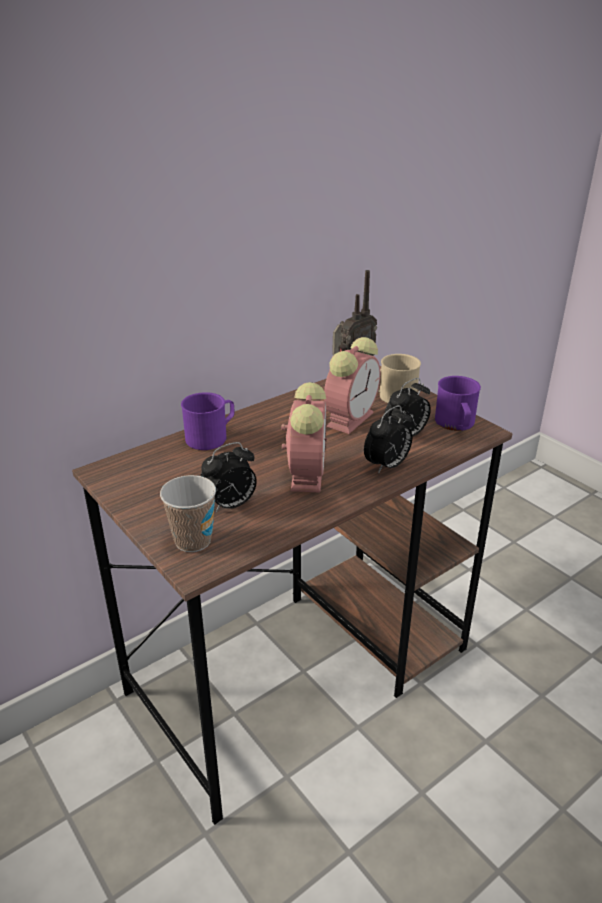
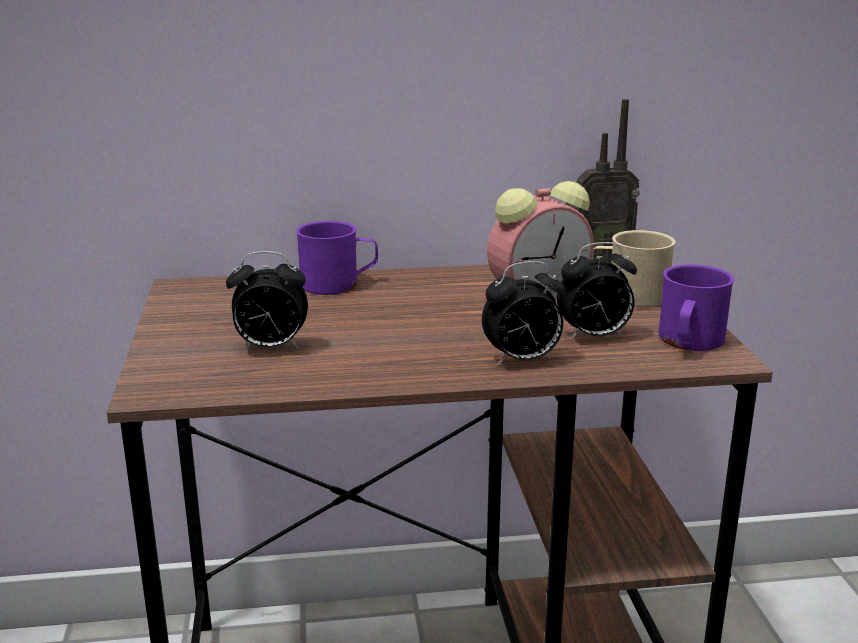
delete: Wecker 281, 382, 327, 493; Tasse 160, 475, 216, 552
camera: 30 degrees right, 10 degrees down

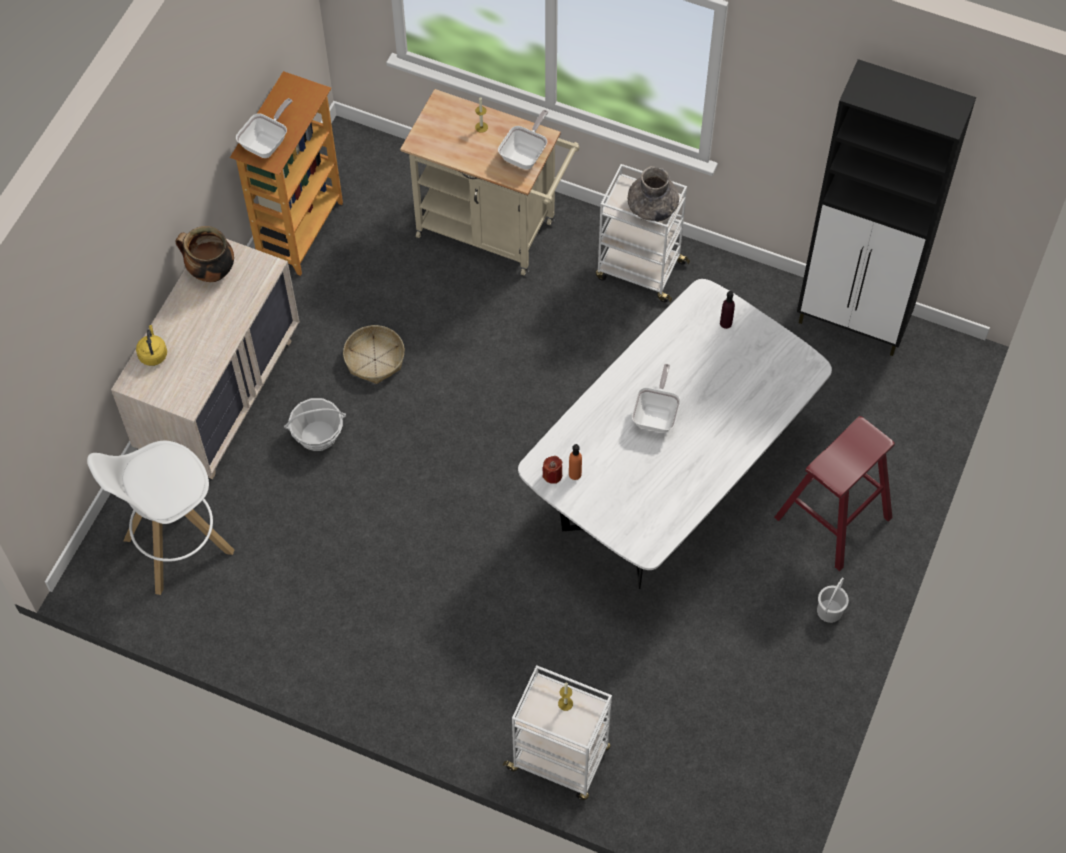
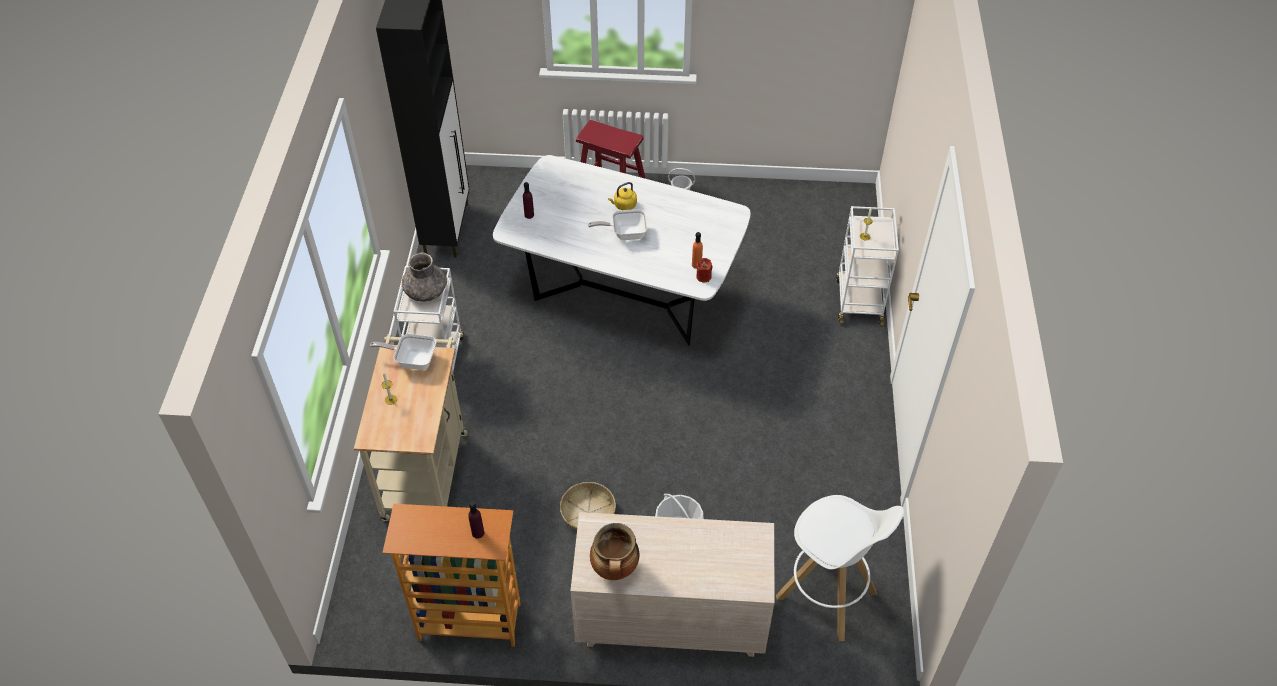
move: Wasserkessel [gelb] 136, 325, 167, 366 to 608, 182, 637, 210
replace: Pfanne 236, 98, 293, 158 to Flasche [lila] 468, 501, 484, 539
camera: 110 degrees left, 10 degrees down

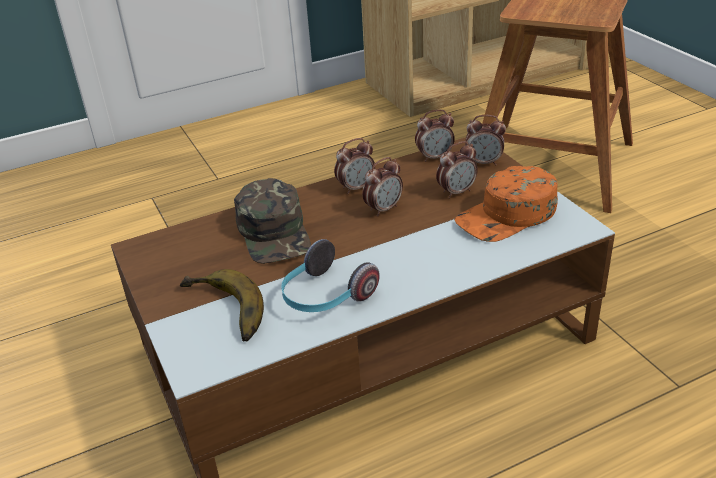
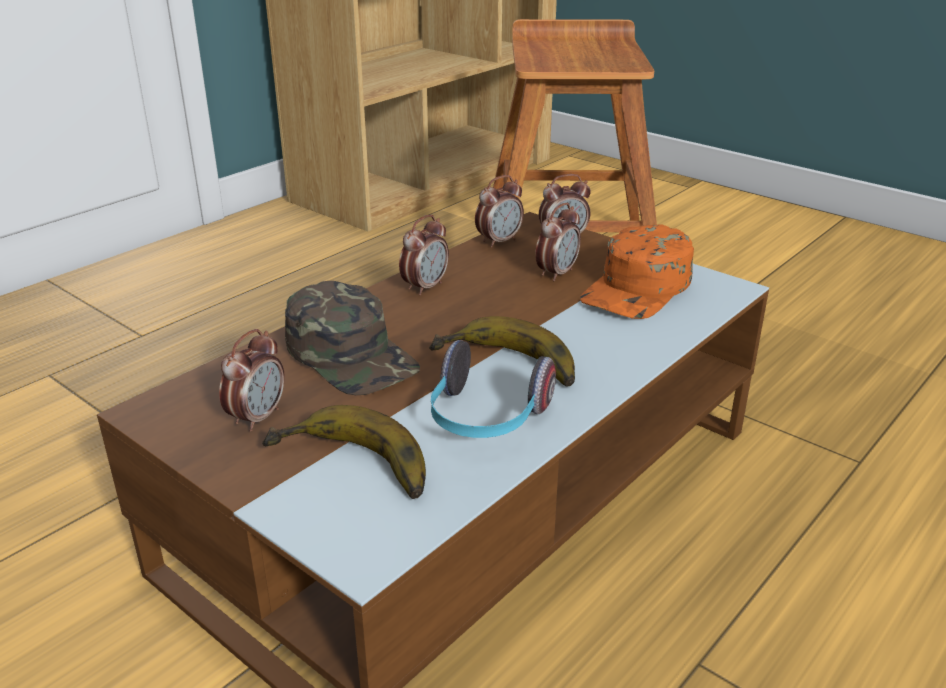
insert: Banane 429, 316, 575, 387
move: Wecker 362, 157, 403, 217 to 219, 329, 285, 432
camera: 25 degrees left, 5 degrees down

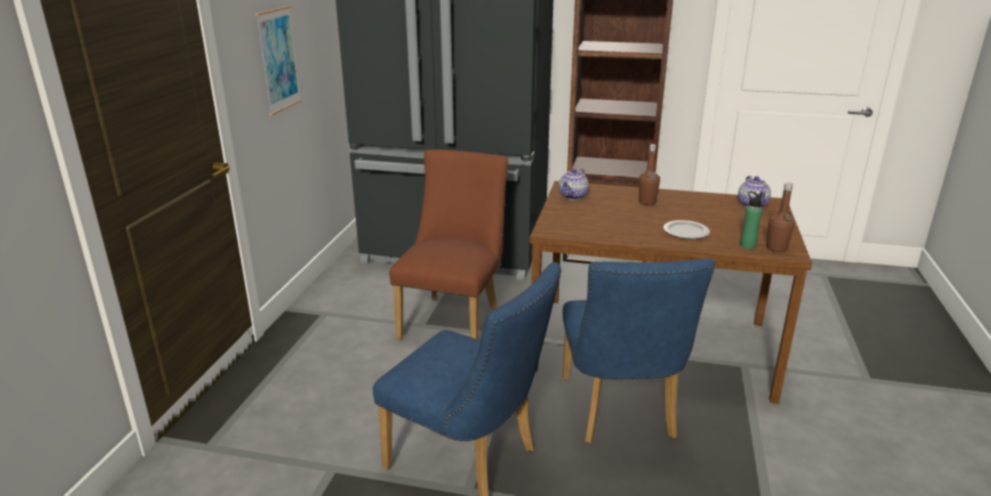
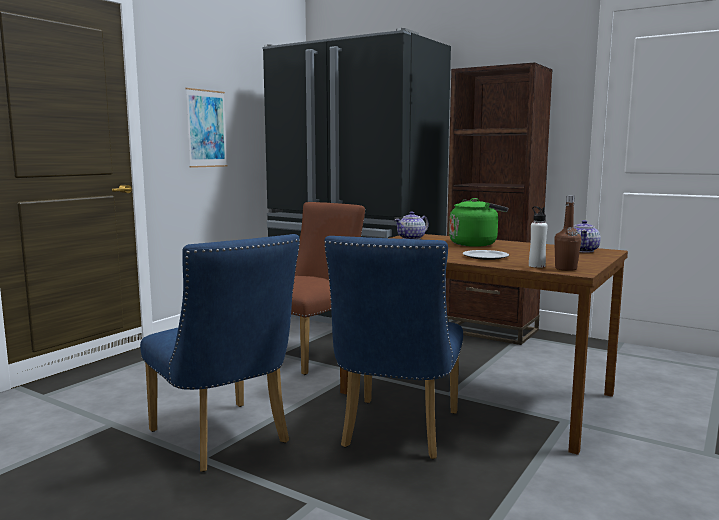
replace: Flasche [braun] 639, 144, 660, 205 to Wasserkessel [grün] 449, 198, 508, 247
recolor: Flasche [grün] 740, 191, 762, 249 to Flasche [weiß] 529, 206, 548, 268
camera: 20 degrees right, 15 degrees down

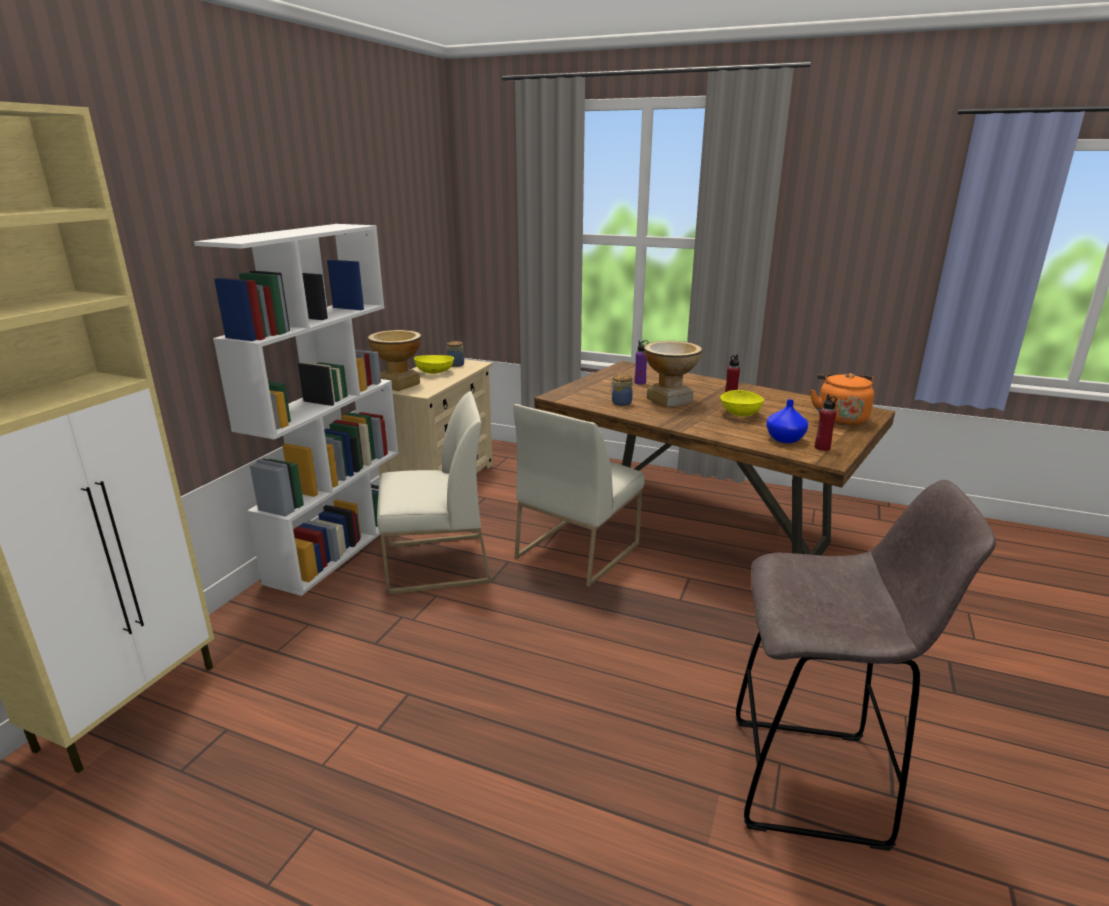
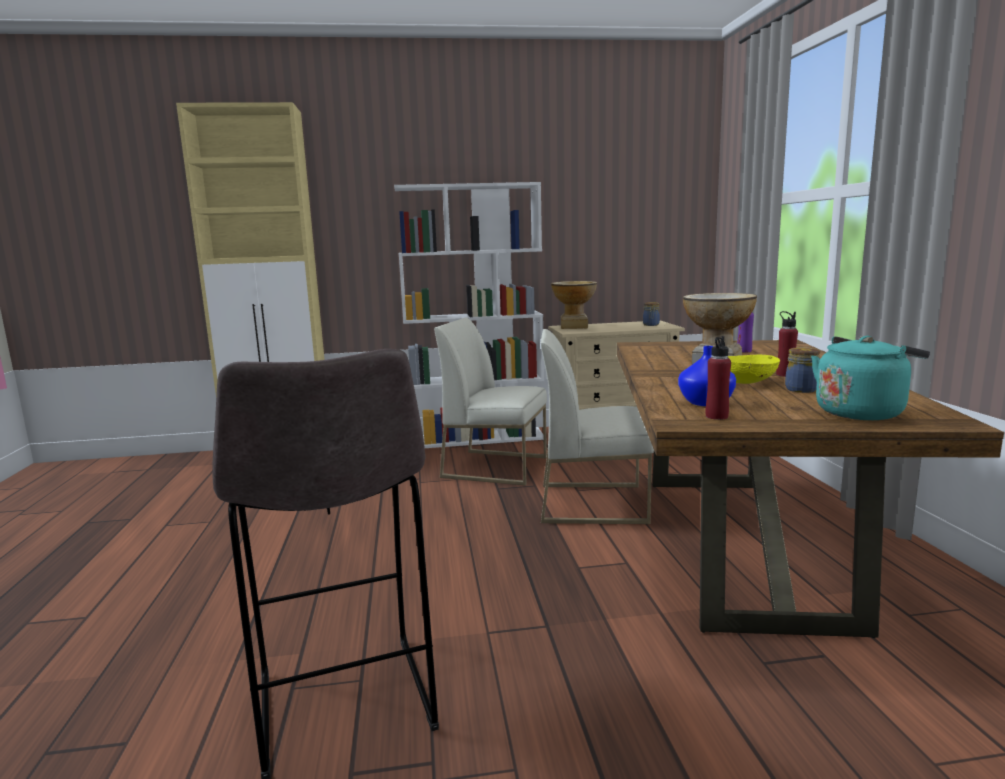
delete: Schüssel [gelb] 414, 355, 454, 374
move: Vorratsglas 610, 375, 633, 406 to 785, 347, 820, 393
recolor: Wasserkessel [orange] 810, 373, 874, 425 to Wasserkessel [türkis] 811, 336, 930, 420
rotate: Stuhl [weiß] 377, 391, 491, 595 = 434, 317, 547, 486 150 degrees clockwise
camera: 60 degrees right, 10 degrees down

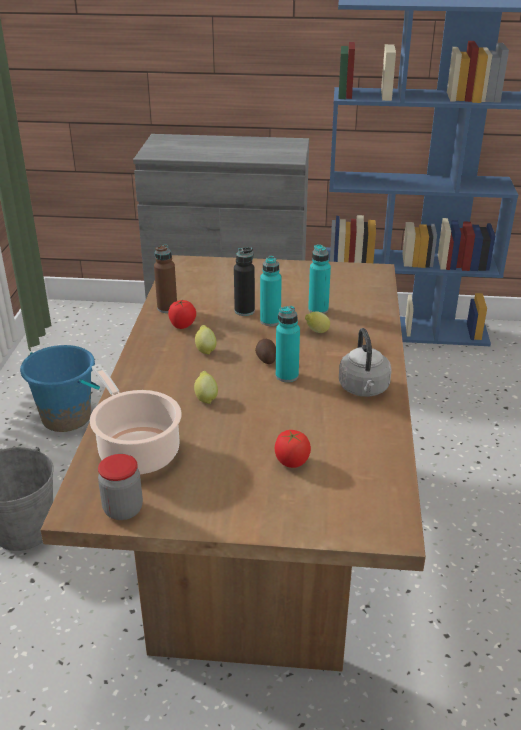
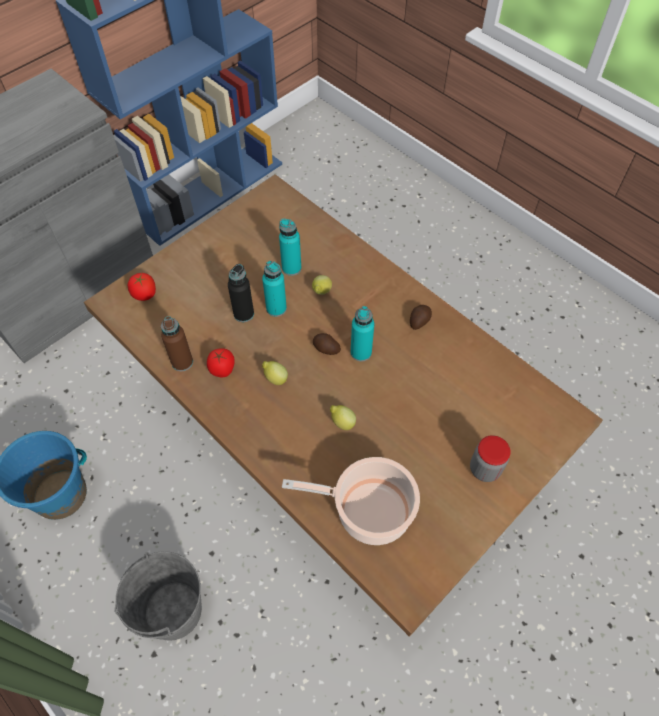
move: Tomate 275, 430, 311, 468 to 127, 273, 156, 301; Vorratsglas 98, 454, 143, 520 to 470, 435, 511, 482
replace: Wasserkessel [grau] 339, 328, 392, 397 to Kartoffel 410, 305, 432, 330
camera: 50 degrees left, 25 degrees up

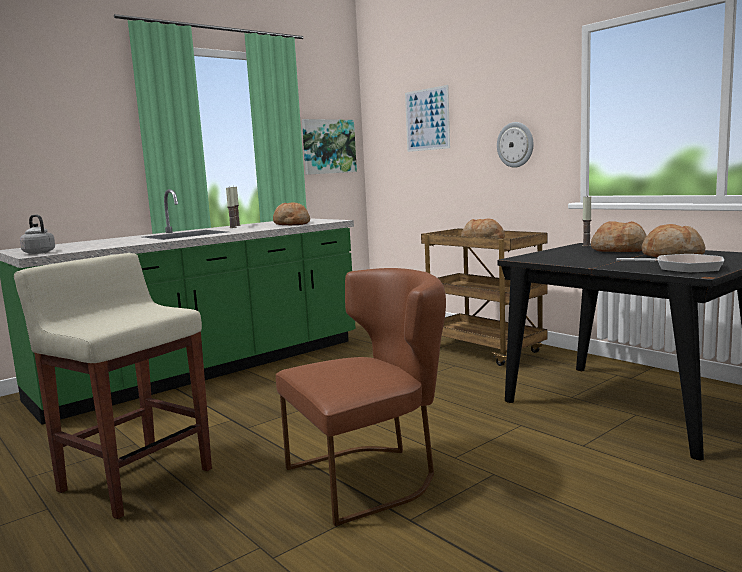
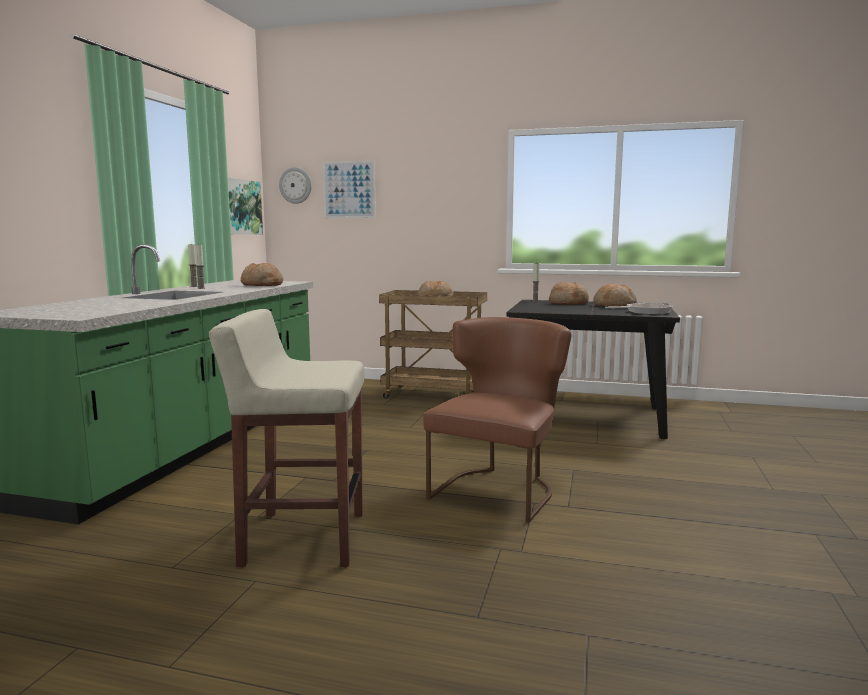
delete: Wasserkessel [grau] 20, 215, 55, 254
move: Wanduhr 497, 122, 534, 168 to 279, 167, 311, 204
camera: 35 degrees left, 0 degrees up

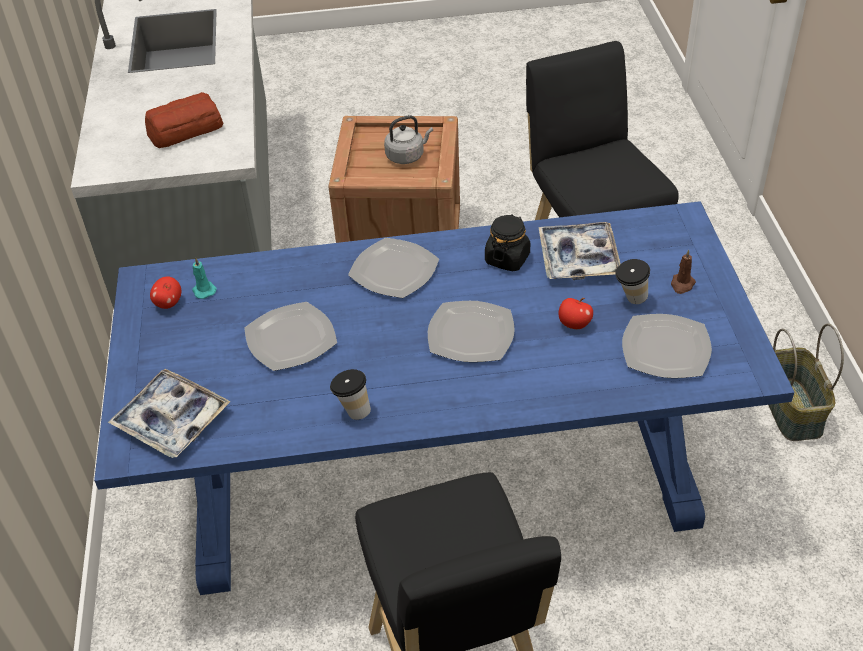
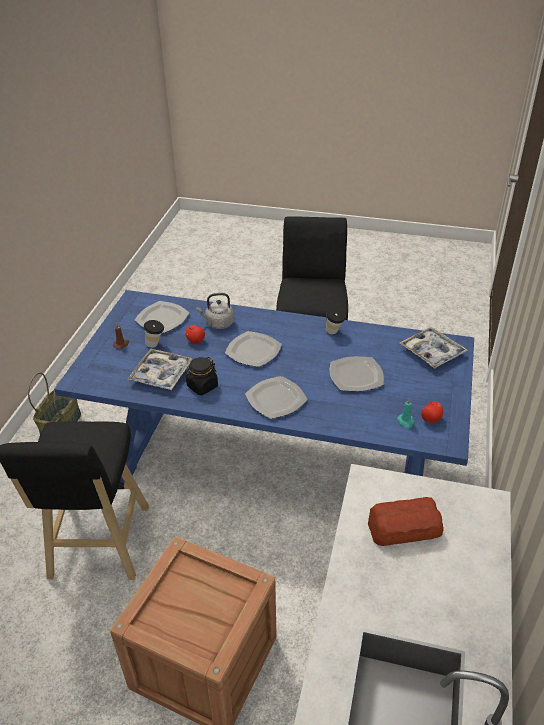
move: Wasserkessel [grau] 384, 115, 433, 164 to 196, 293, 234, 329
camera: 160 degrees left, 5 degrees down

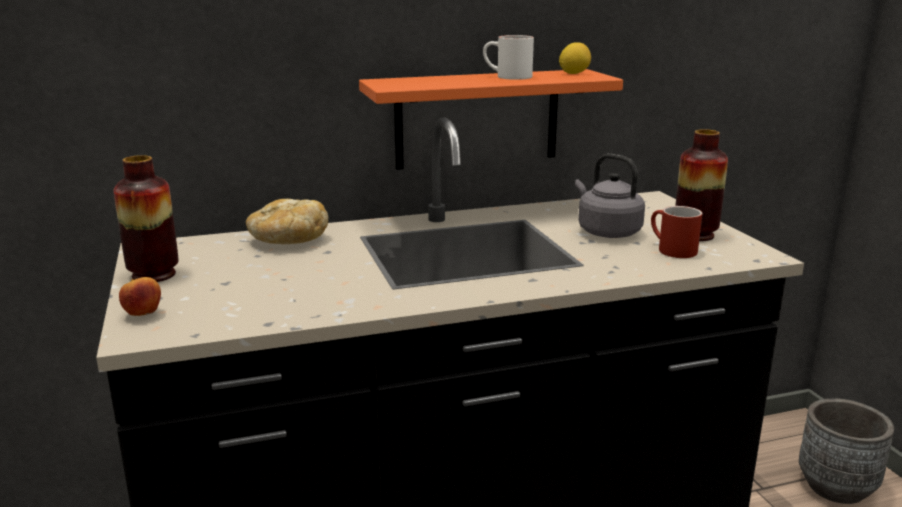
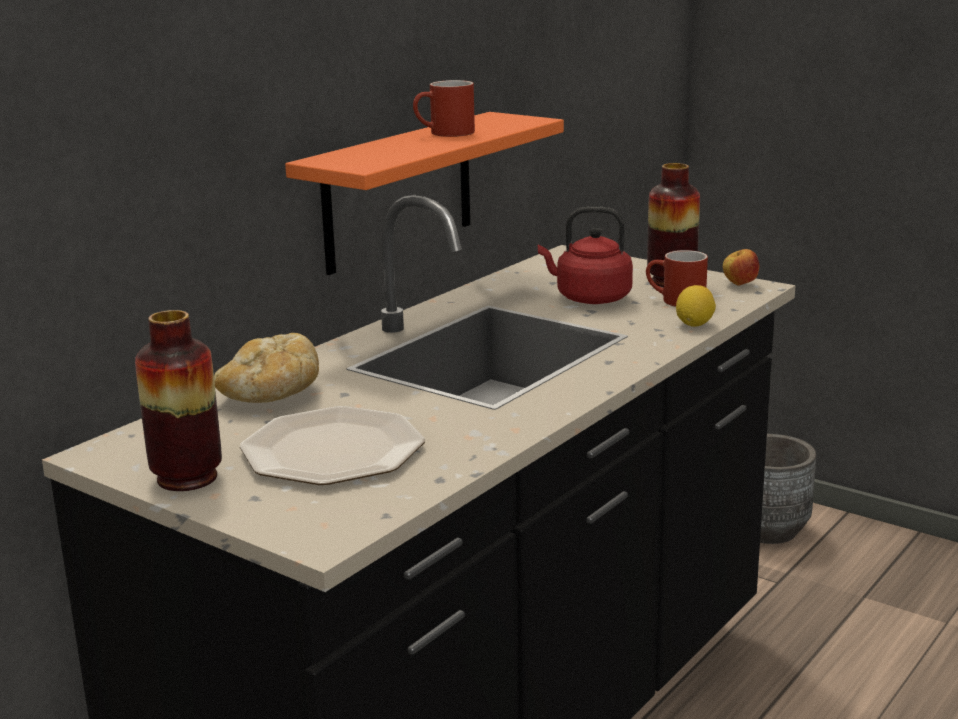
insert: Teller 240, 406, 425, 485
move: Zitrone 559, 42, 591, 74 to 676, 285, 716, 327; Apfel 119, 277, 161, 316 to 723, 249, 759, 285
recolor: Henkelbecher [weiß] 483, 35, 534, 80 to Henkelbecher [rot] 413, 80, 475, 137; Wasserkessel [grau] 575, 154, 645, 238 to Wasserkessel [rot] 538, 207, 633, 304
camera: 35 degrees left, 0 degrees up

